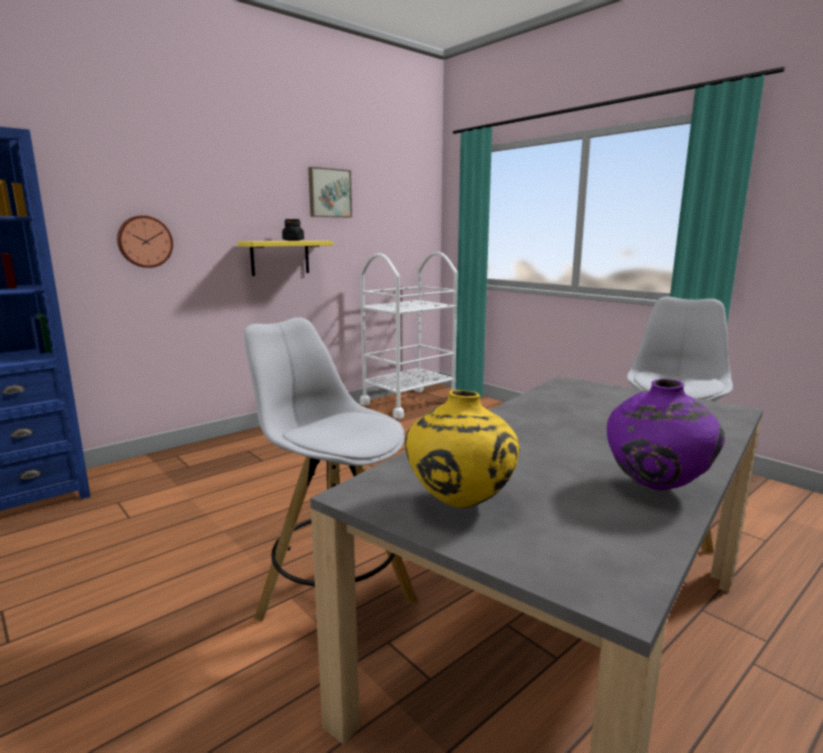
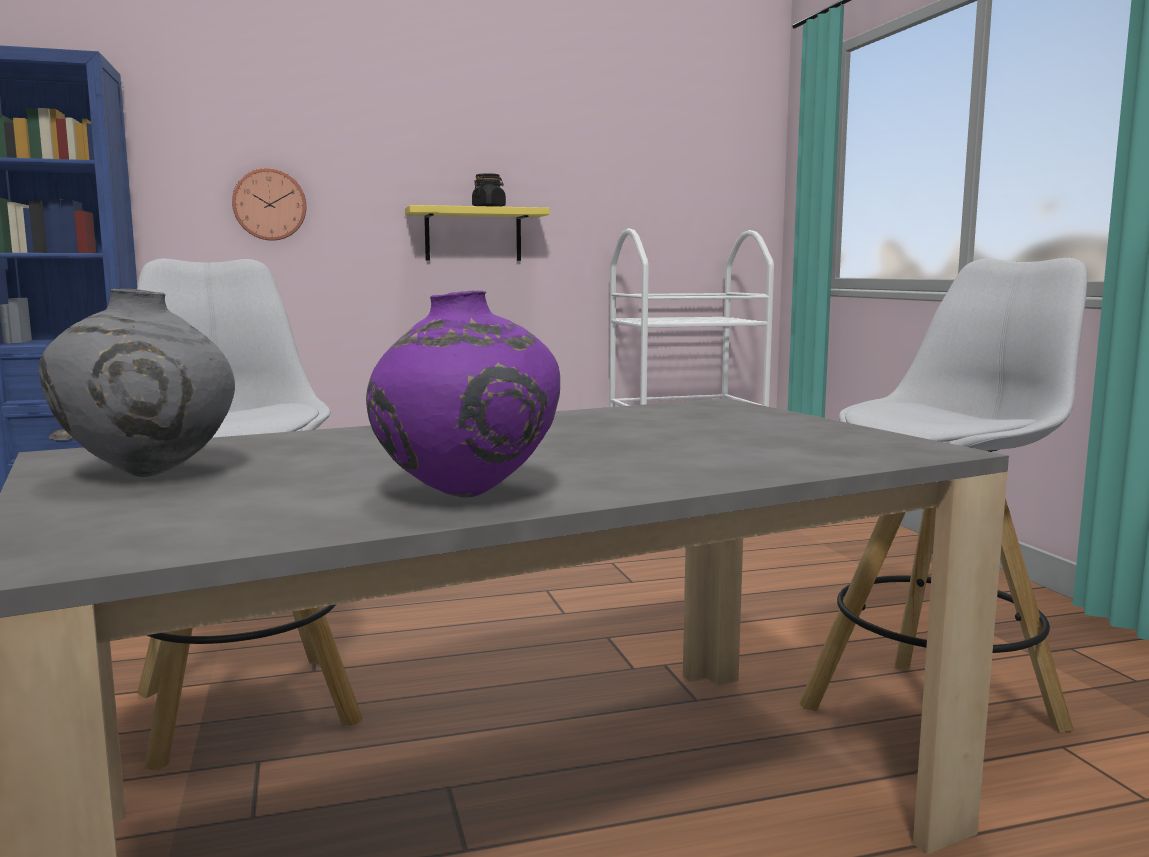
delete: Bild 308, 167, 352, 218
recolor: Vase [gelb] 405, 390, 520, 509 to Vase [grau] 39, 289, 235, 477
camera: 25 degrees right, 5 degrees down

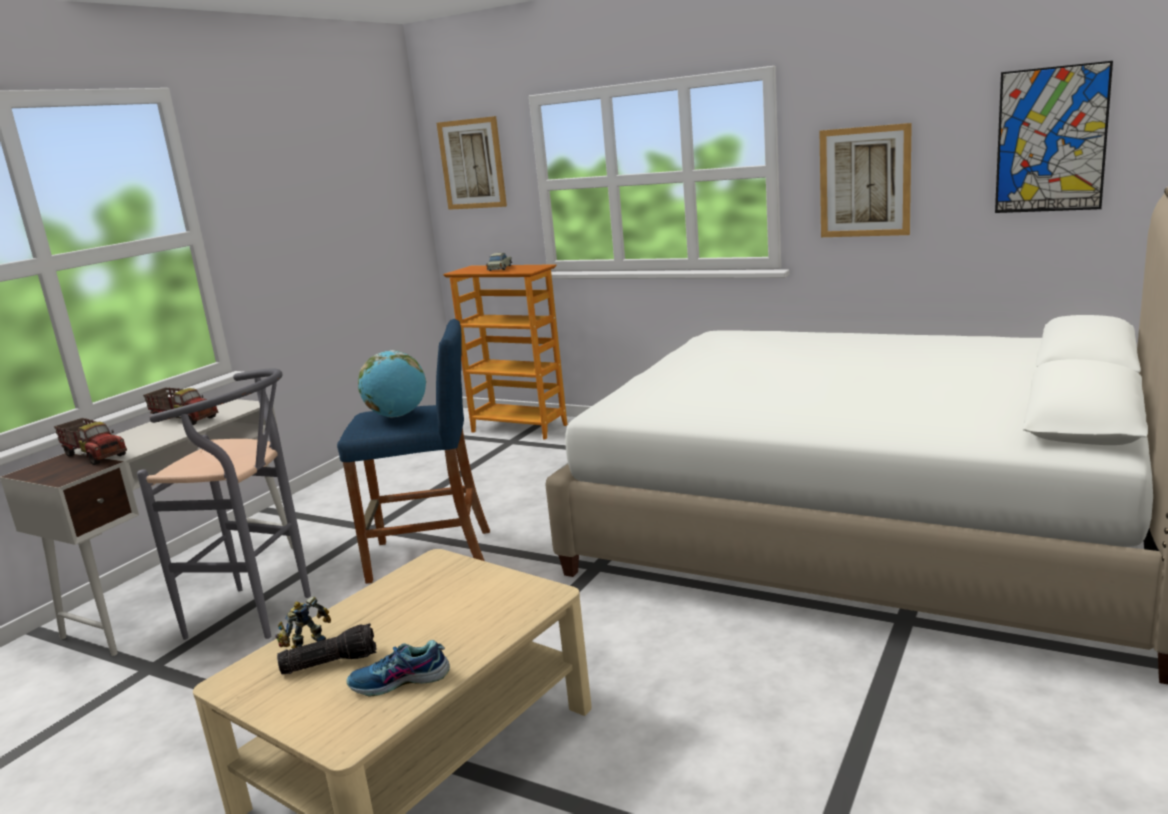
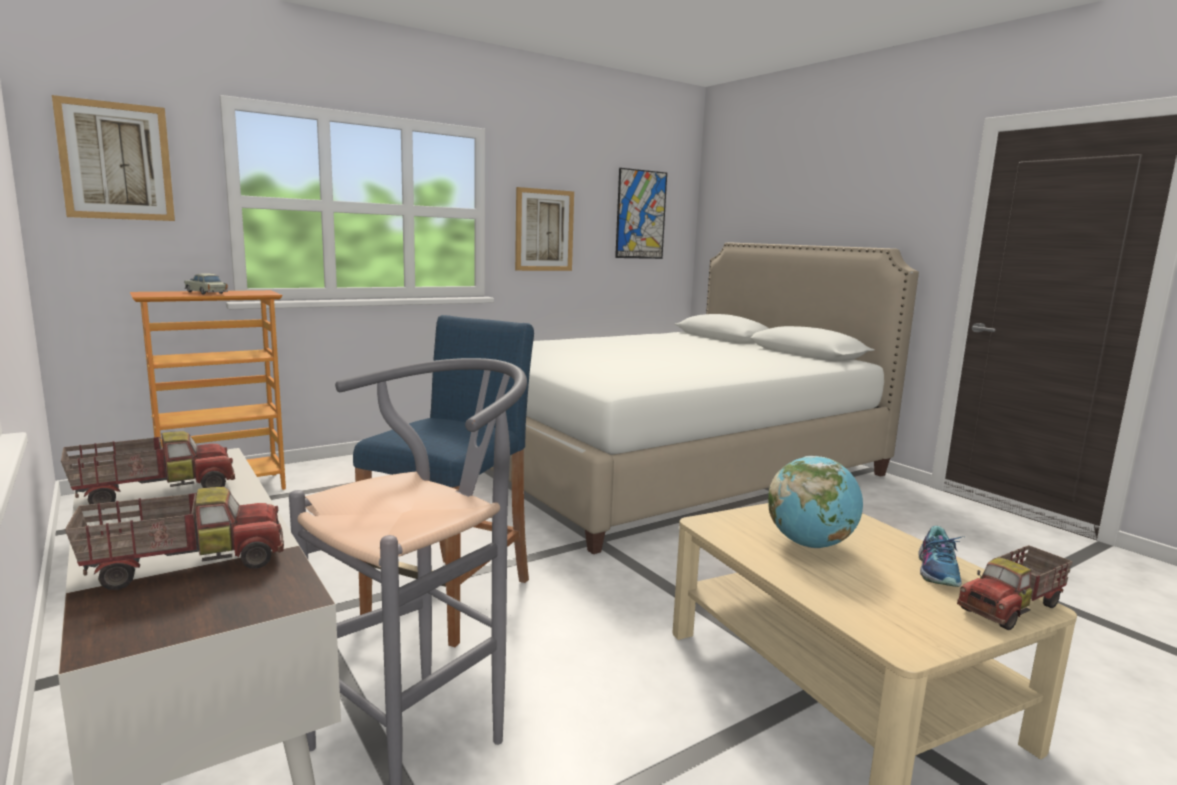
delete: Spielzeugroboter 275, 597, 331, 649; Taschenlampe 277, 623, 377, 674
insert: Spielzeuglaster 957, 545, 1073, 630
move: Globus 358, 350, 426, 418 to 768, 456, 863, 548
camera: 65 degrees left, 5 degrees down

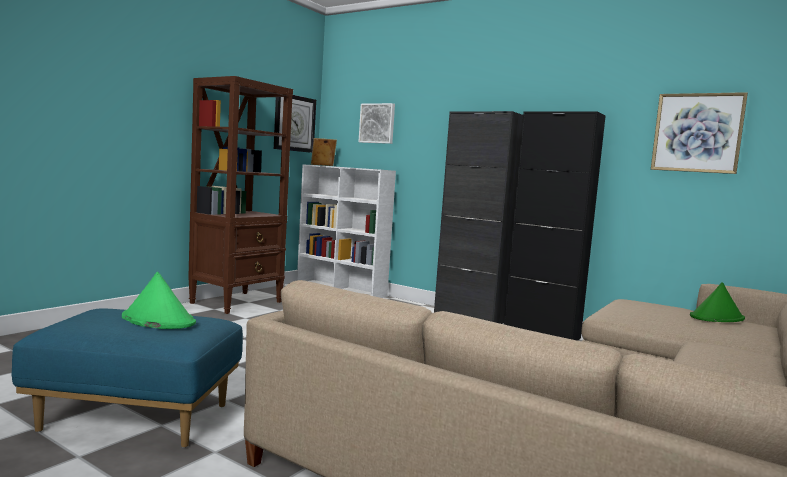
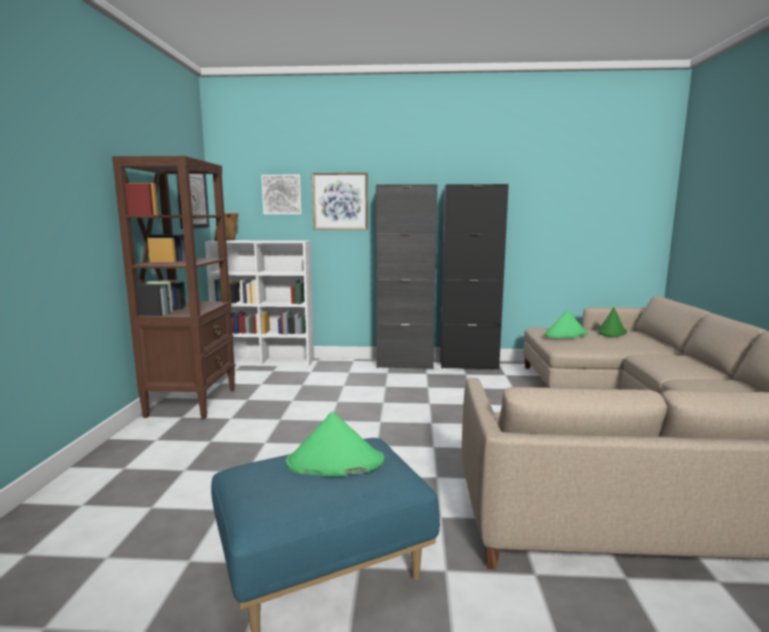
insert: Hut [grün] 544, 310, 588, 338
move: Bild 651, 92, 748, 174 to 312, 173, 368, 230
camera: 30 degrees left, 5 degrees up

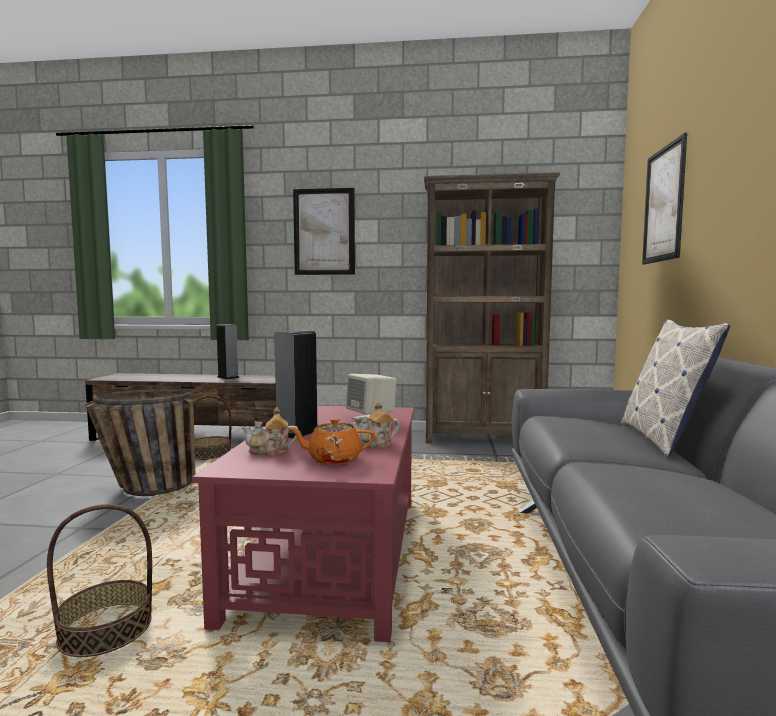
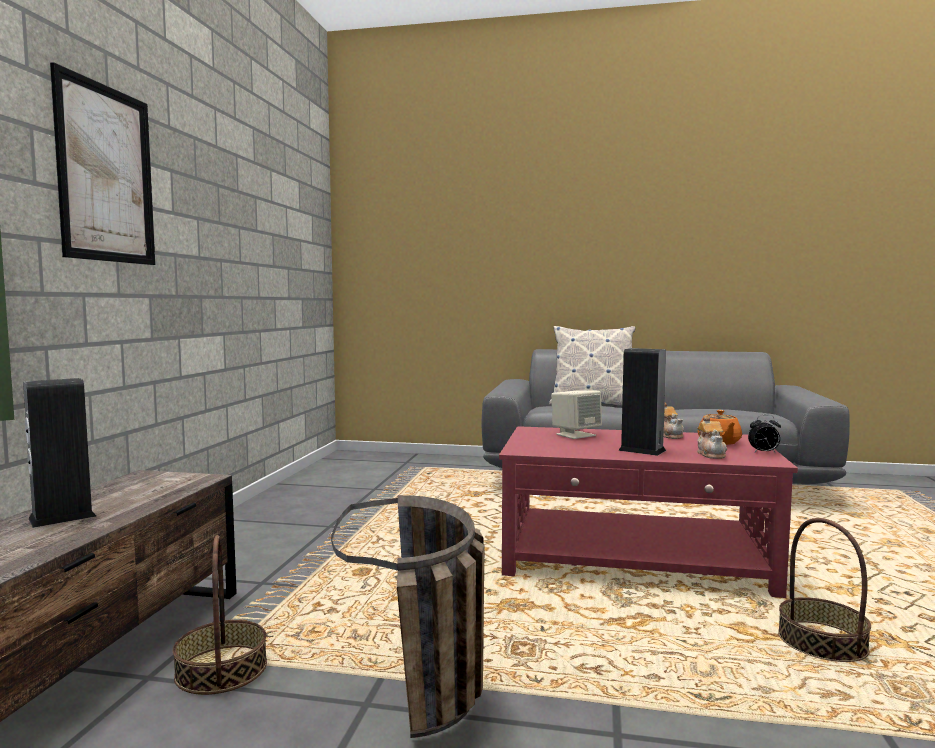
delete: Bild 642, 133, 687, 264; Bücherregal [braun] 424, 172, 560, 443
insert: Wecker 748, 415, 781, 453
camera: 85 degrees left, 0 degrees up

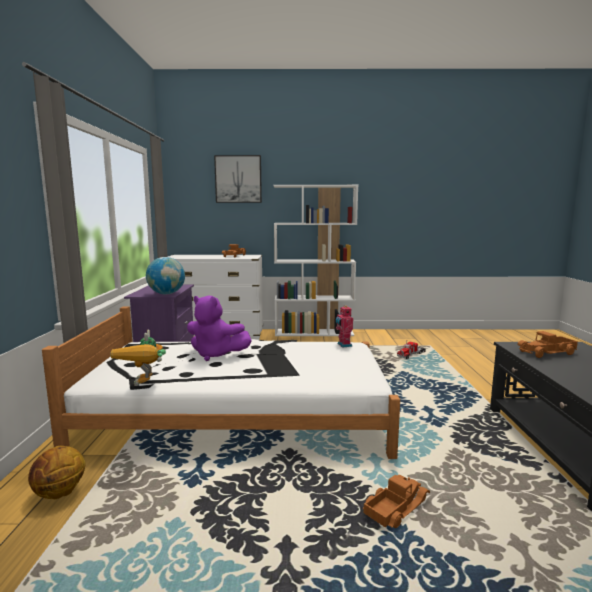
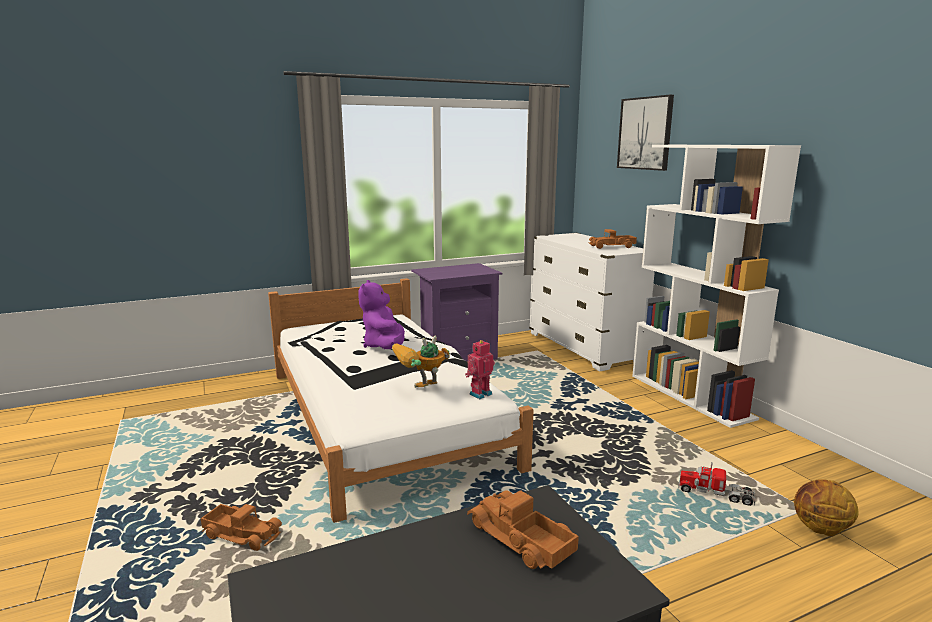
delete: Globus 146, 257, 185, 294
move: Spielzeugroboter 111, 329, 166, 386 to 392, 335, 450, 388; Basketball 28, 446, 85, 499 to 794, 479, 858, 536
camera: 65 degrees right, 5 degrees up

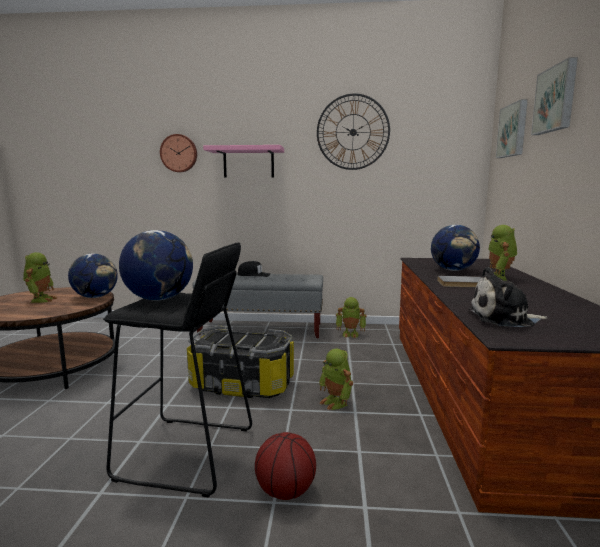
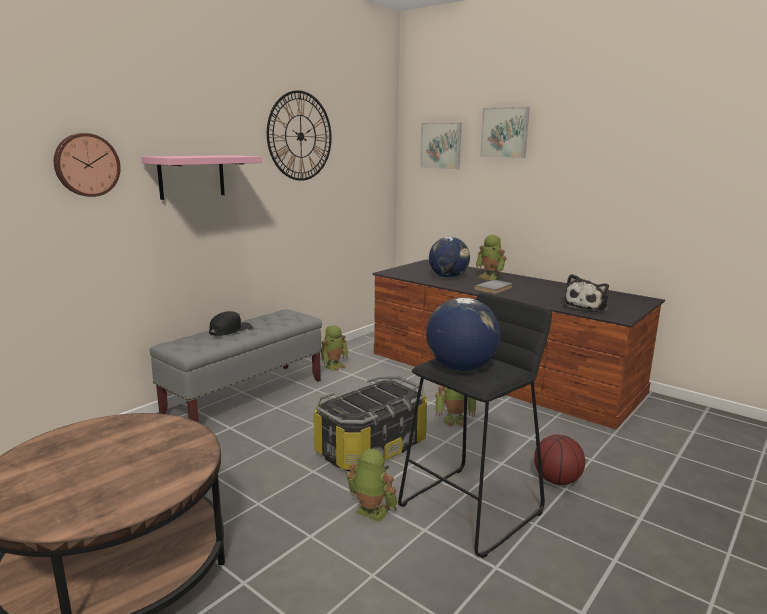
delete: Globus 68, 254, 118, 298
move: Spielzeugroboter 23, 252, 57, 303 to 346, 449, 398, 522
camera: 55 degrees left, 5 degrees up

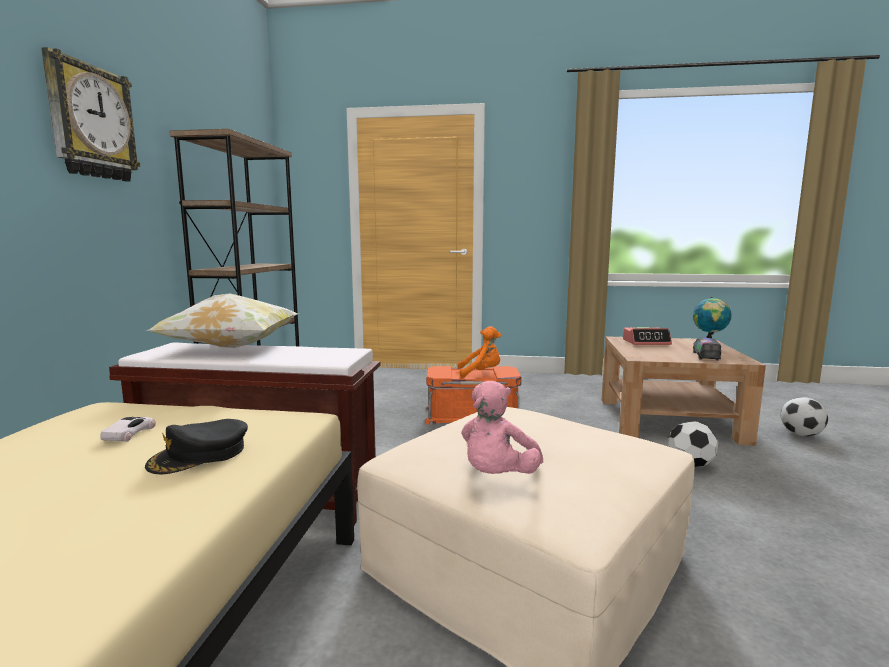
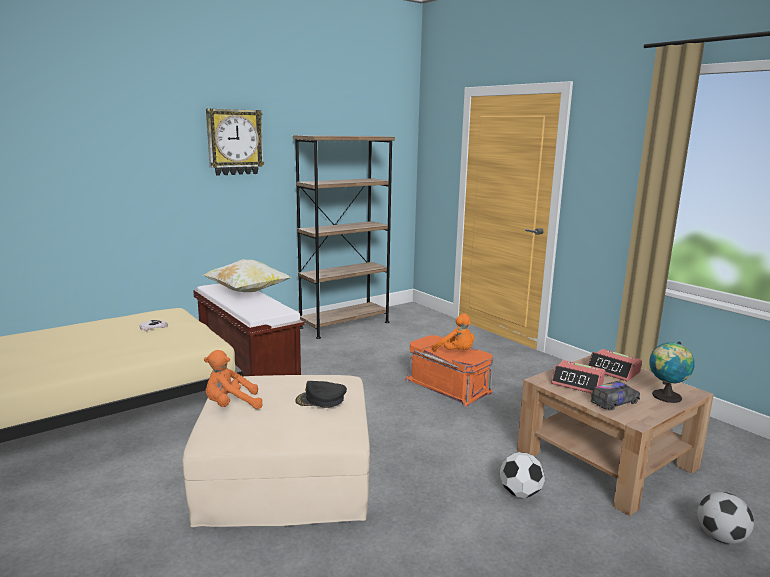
insert: Wecker 551, 360, 605, 394
move: Kappe [schwarz] 145, 419, 248, 474 to 295, 381, 347, 408
recolor: Plüschtier [rosa] 461, 381, 543, 474 to Plüschtier [orange] 204, 350, 262, 409
camera: 45 degrees right, 5 degrees up

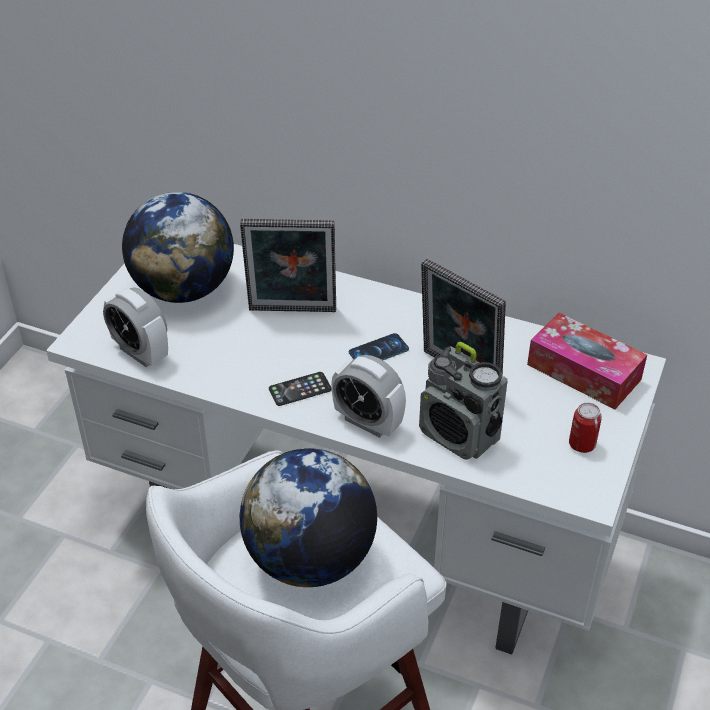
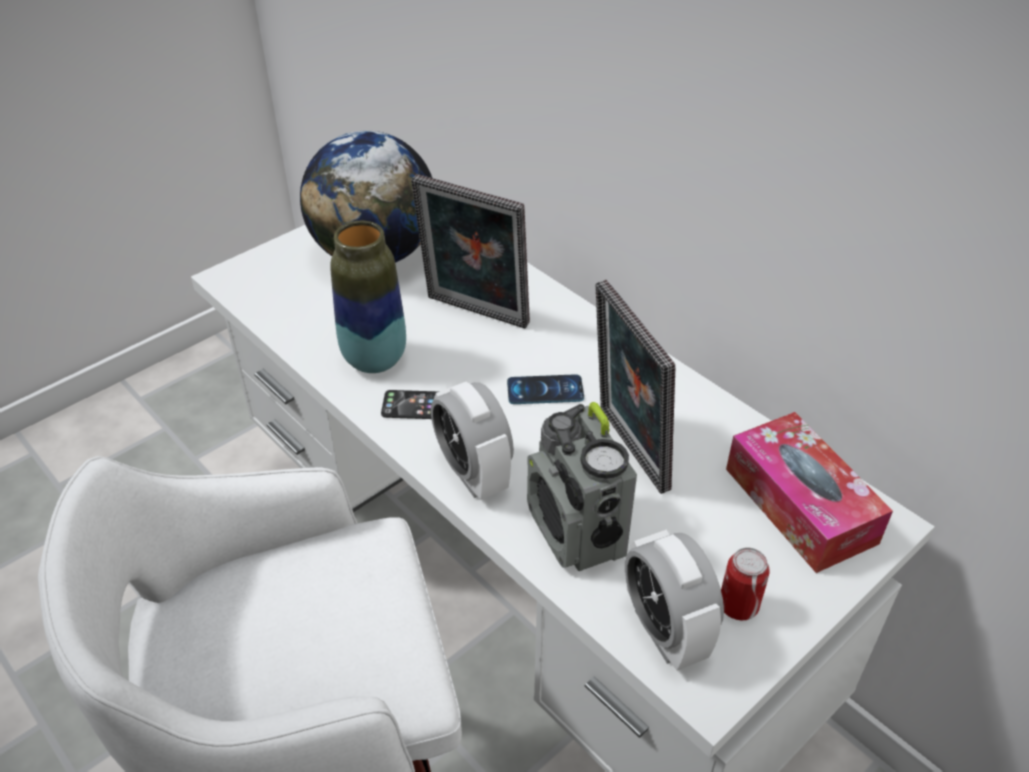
delete: Globus 240, 448, 377, 587
insert: Vase 330, 221, 406, 373
move: Wecker 103, 287, 168, 367 to 625, 529, 724, 671
camera: 25 degrees right, 0 degrees up

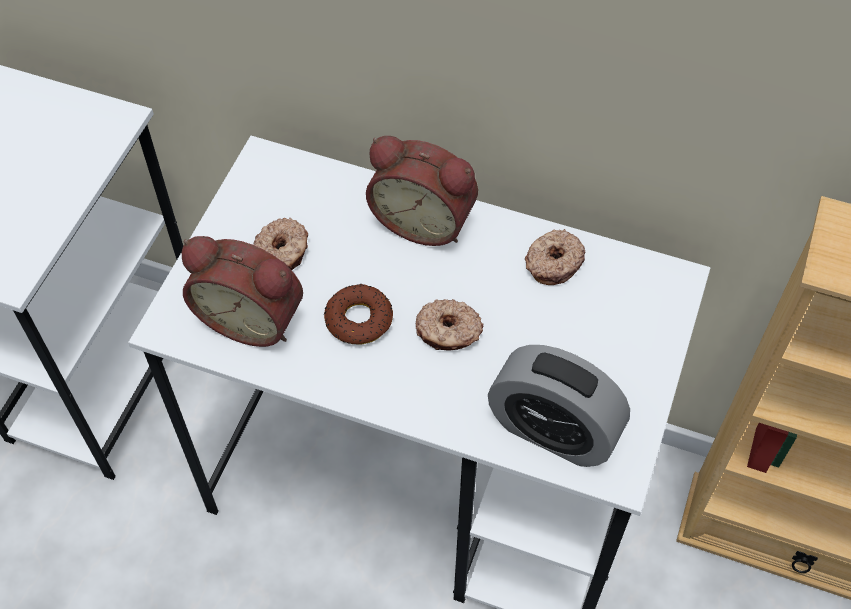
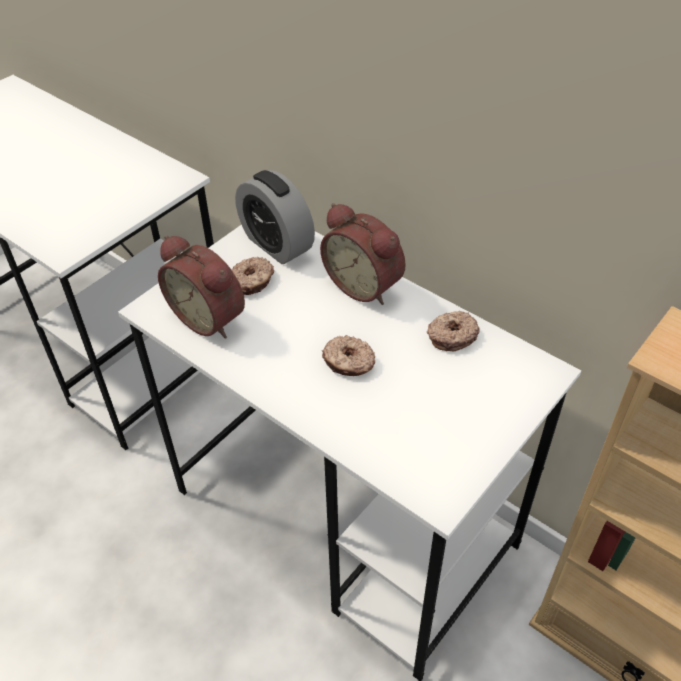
delete: Donut 324, 284, 393, 344
move: Wecker 488, 345, 630, 467 to 235, 170, 315, 264
camera: 20 degrees right, 10 degrees down

